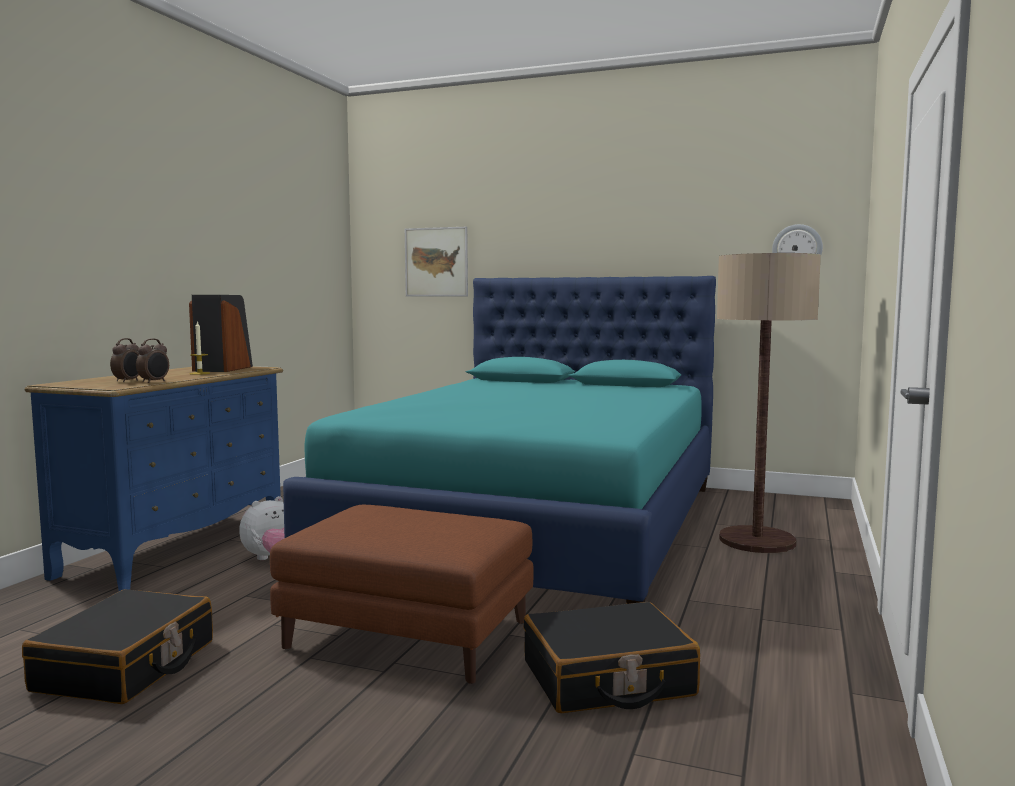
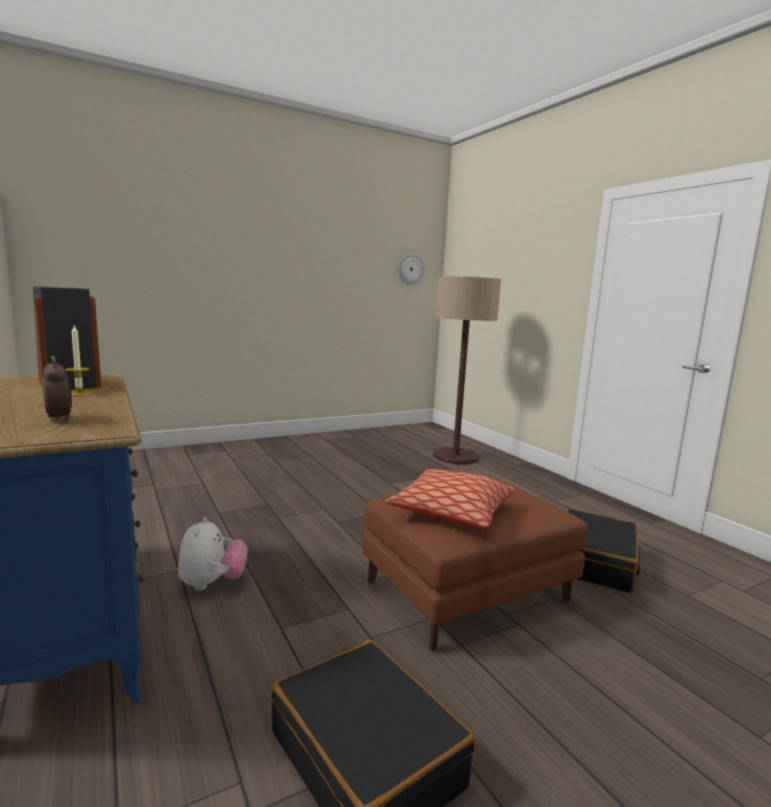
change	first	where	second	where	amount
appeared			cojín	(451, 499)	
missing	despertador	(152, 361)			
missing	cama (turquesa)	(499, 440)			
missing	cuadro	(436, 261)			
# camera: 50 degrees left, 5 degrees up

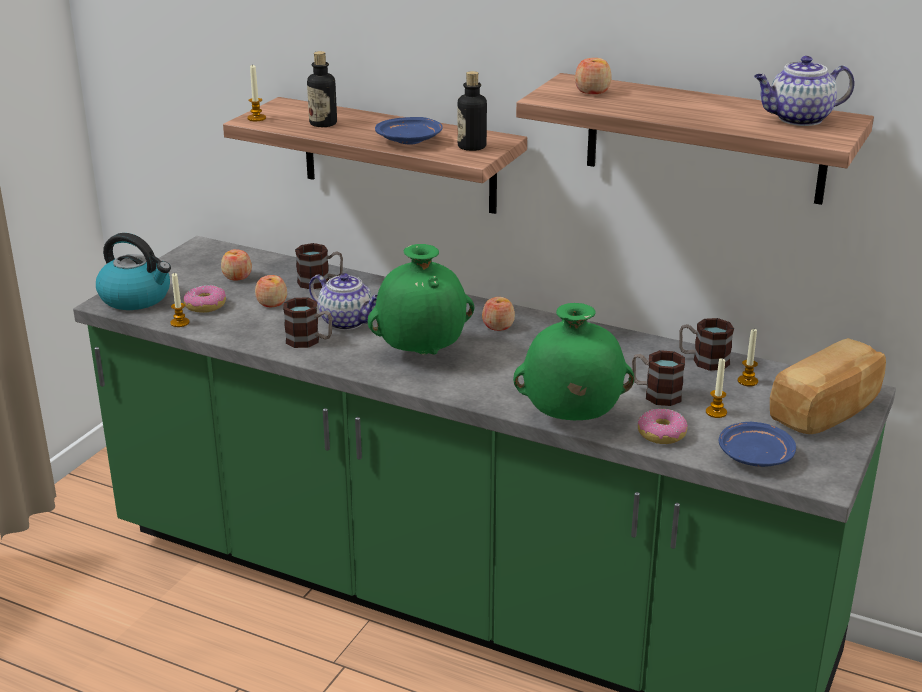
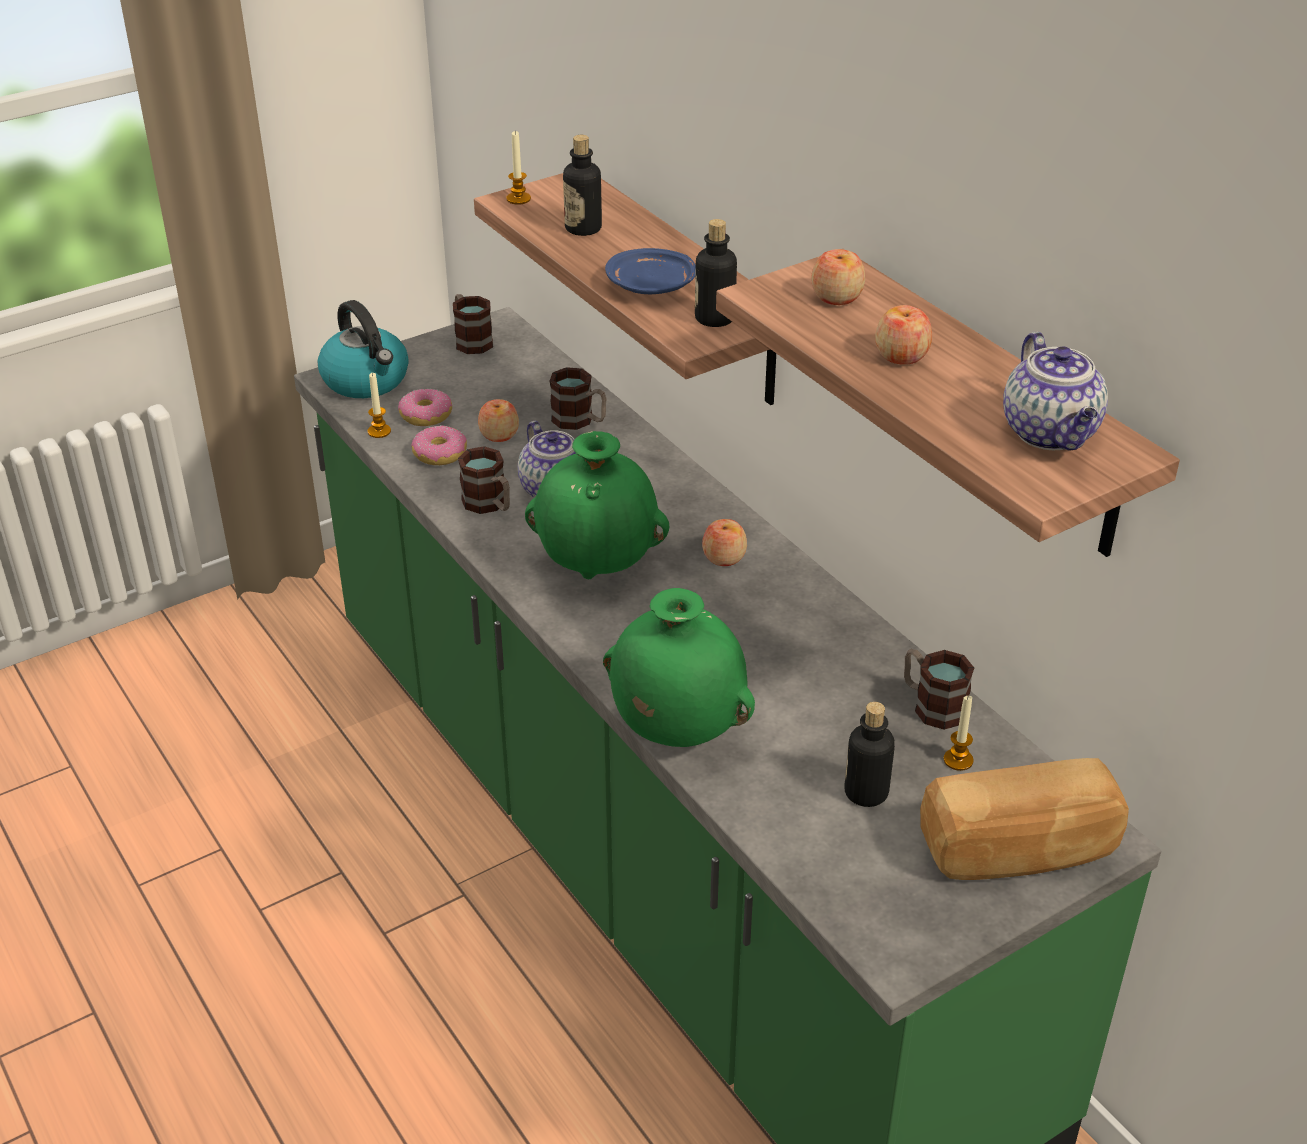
change	first	where	second	where	amount
relocated	rosquilla	(663, 426)		(439, 445)	
relocated	taza grande	(658, 378)		(473, 324)	
exchanged	vela	(716, 387)	botella	(870, 754)	
relocated	manzana	(236, 264)		(903, 335)	
spun	tetera	(804, 91)		(1055, 391)	120 degrees counterclockwise
missing	plato (azul)	(757, 444)			
# camera: 30 degrees right, 10 degrees up

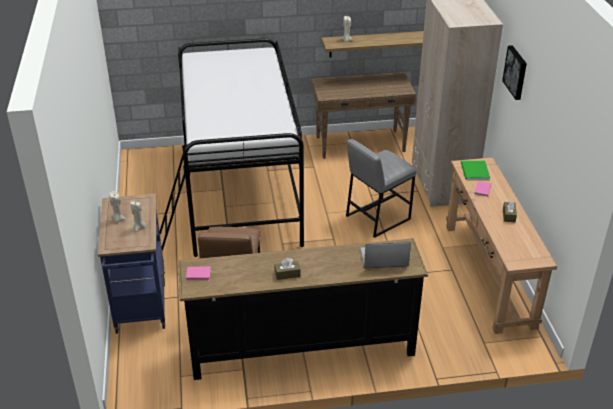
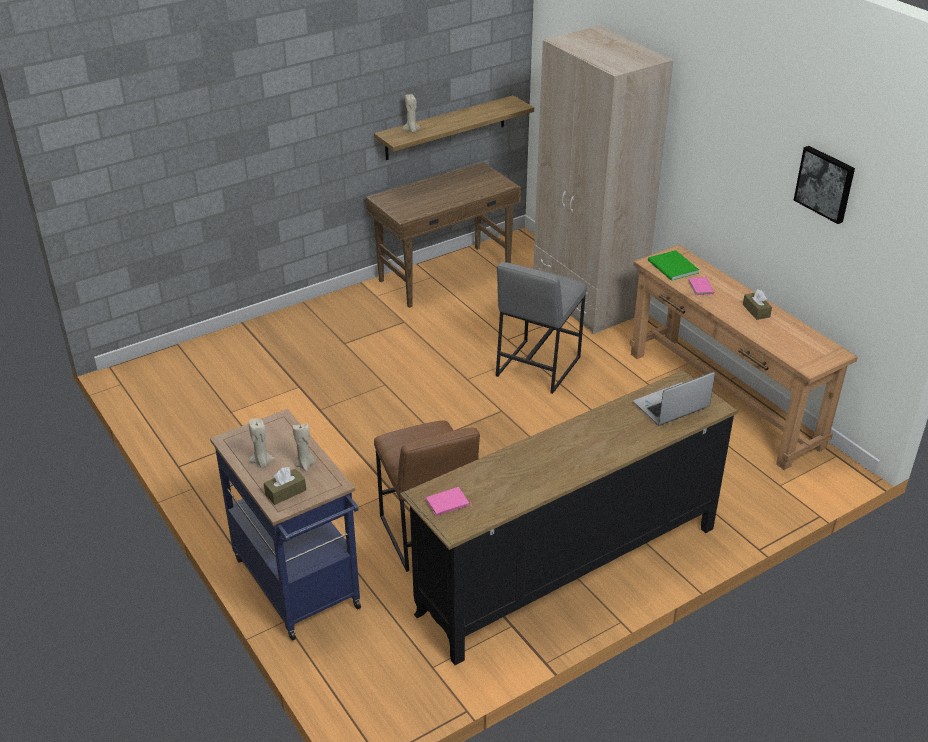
change	first	where	second	where	amount
relocated	caja de pañuelos (marrón)	(288, 269)		(285, 486)	
relocated	cuadro	(514, 72)		(824, 185)	
missing	cama (negro)	(231, 147)			
# camera: 25 degrees left, 0 degrees up

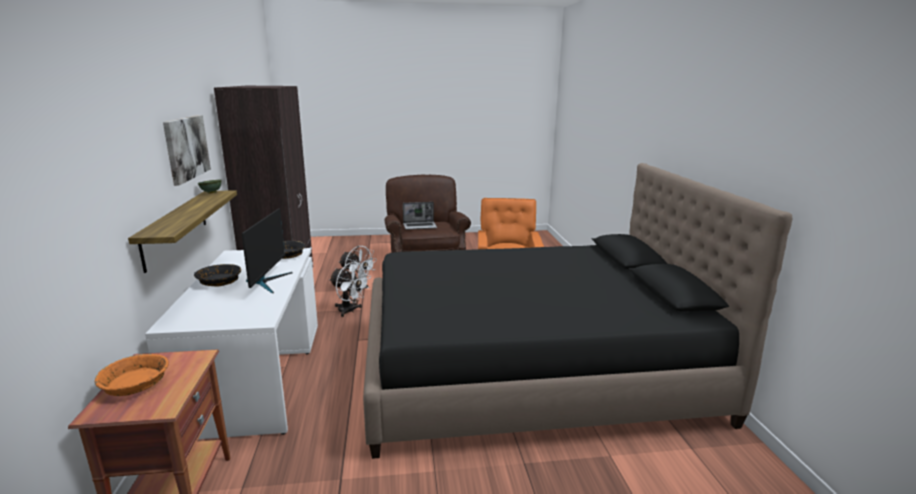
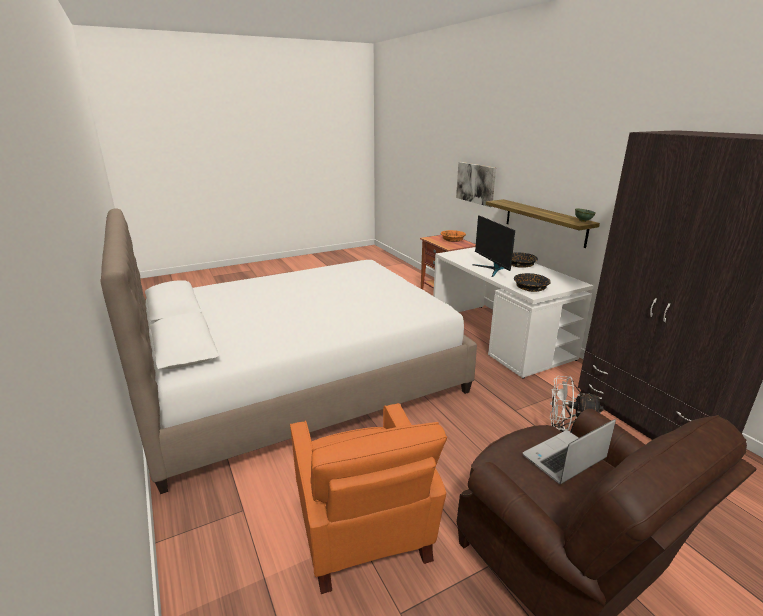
change	first	where	second	where	amount
colour	cama (negro)	(577, 311)	cama (blanco)	(288, 351)	
relocated	cuadro	(187, 150)		(476, 184)	
missing	ventilador (blanco)	(349, 289)			
# camera: 160 degrees right, 5 degrees up

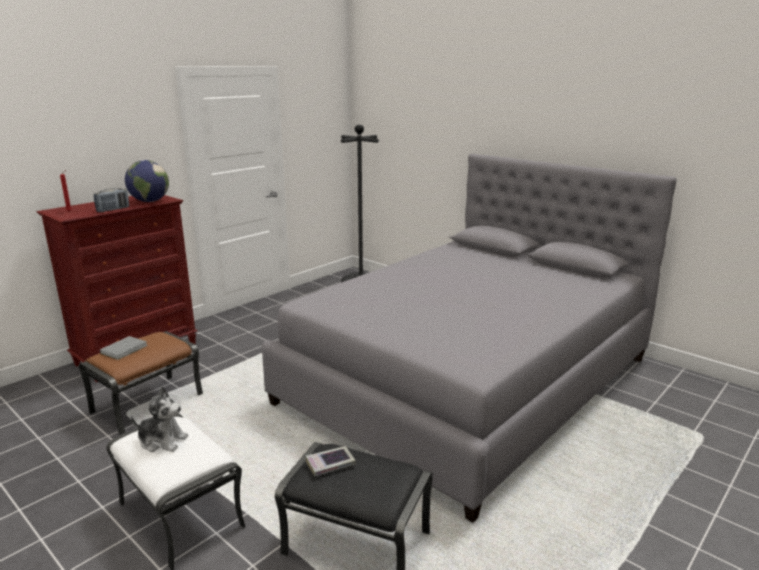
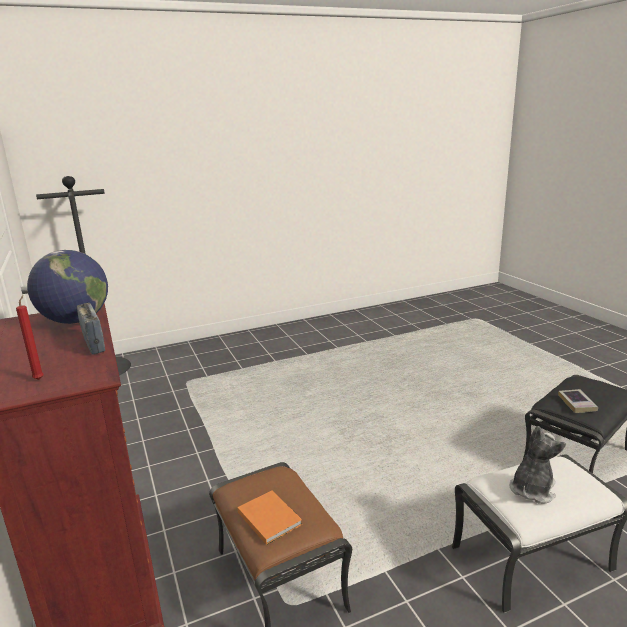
change	first	where	second	where	amount
colour	libro (gris)	(124, 348)	libro (naranja)	(270, 518)	
missing	cama (gris)	(469, 338)			
# camera: 65 degrees left, 0 degrees up

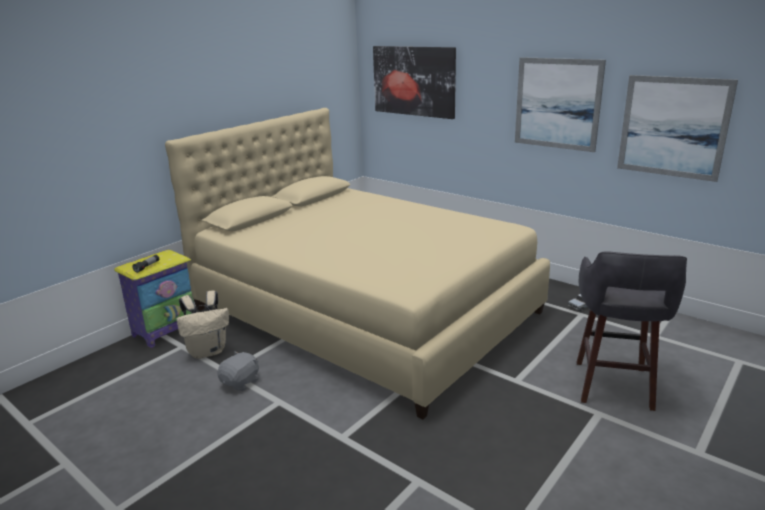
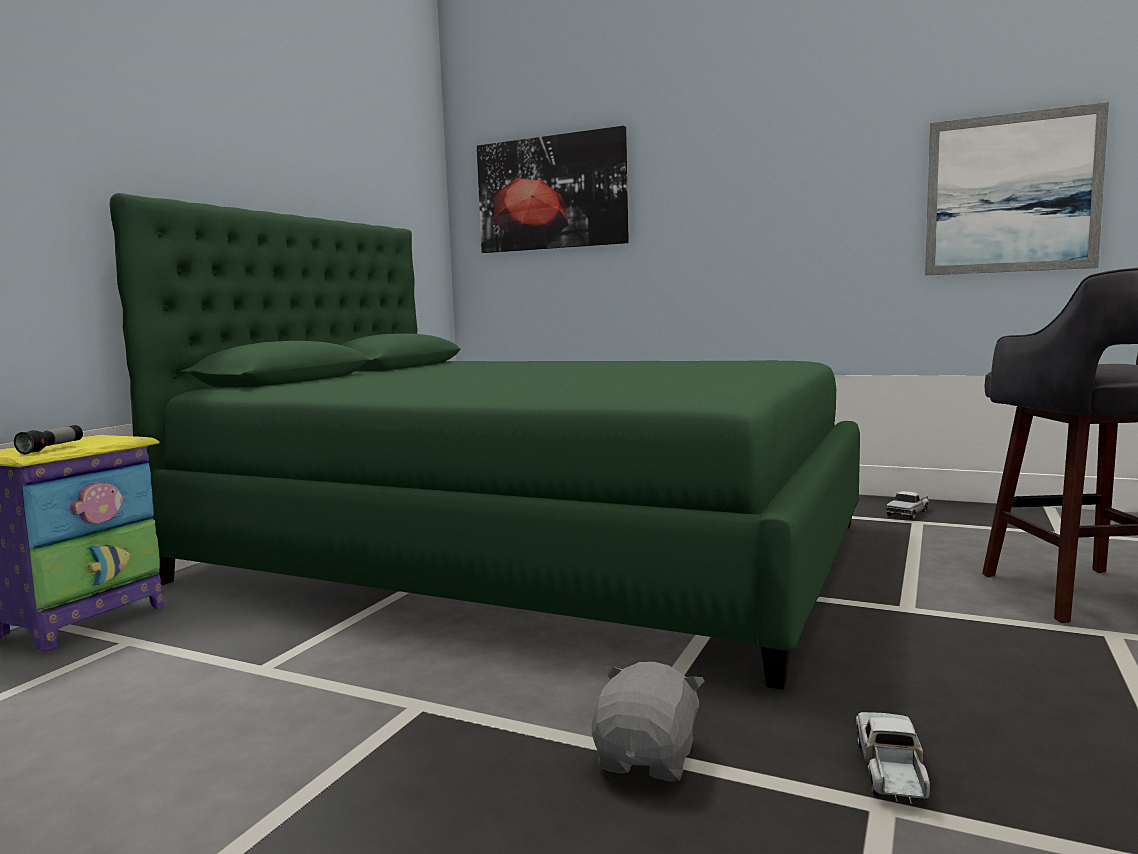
change	first	where	second	where	amount
colour	cama (beis)	(357, 264)	cama (verde)	(485, 441)	
relocated	peluche (gris)	(238, 371)		(647, 722)	
appeared			camión de juguete	(893, 758)	
missing	mochila (beis)	(202, 325)			
missing	cuadro	(560, 104)			
# camera: 15 degrees left, 15 degrees down

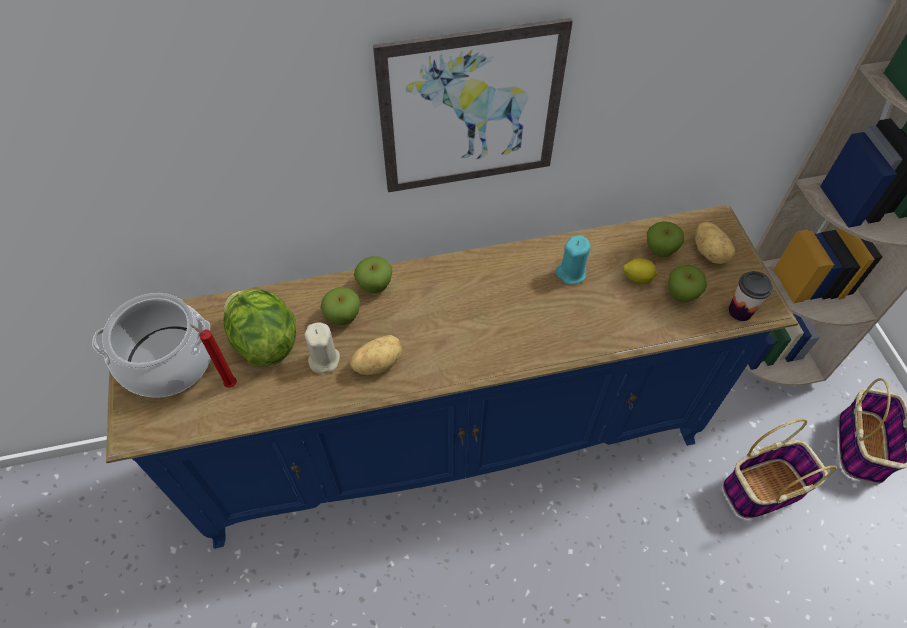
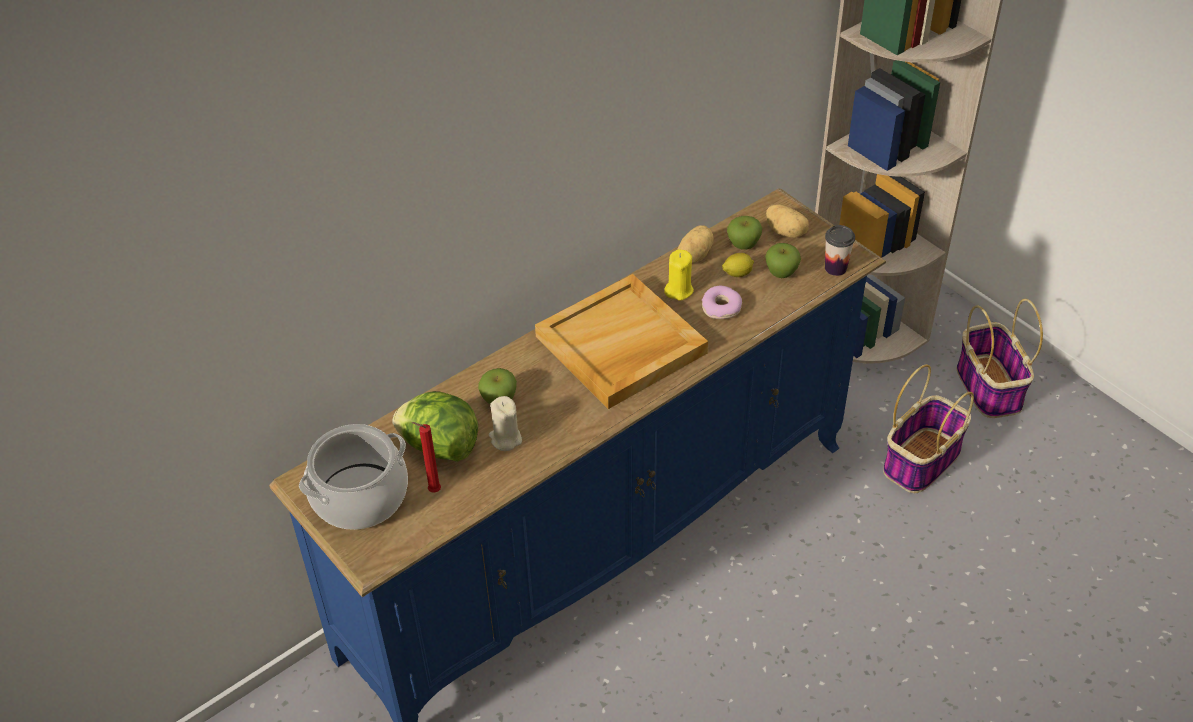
change	first	where	second	where	amount
appeared			bandeja (beis)	(621, 341)	
colour	vela (turquesa)	(573, 260)	vela (amarillo)	(679, 275)	
relocated	patata	(376, 355)		(695, 244)	
appeared			rosquilla	(721, 302)	
missing	manzana	(373, 274)			
missing	cuadro	(473, 105)			
# camera: 25 degrees left, 10 degrees down

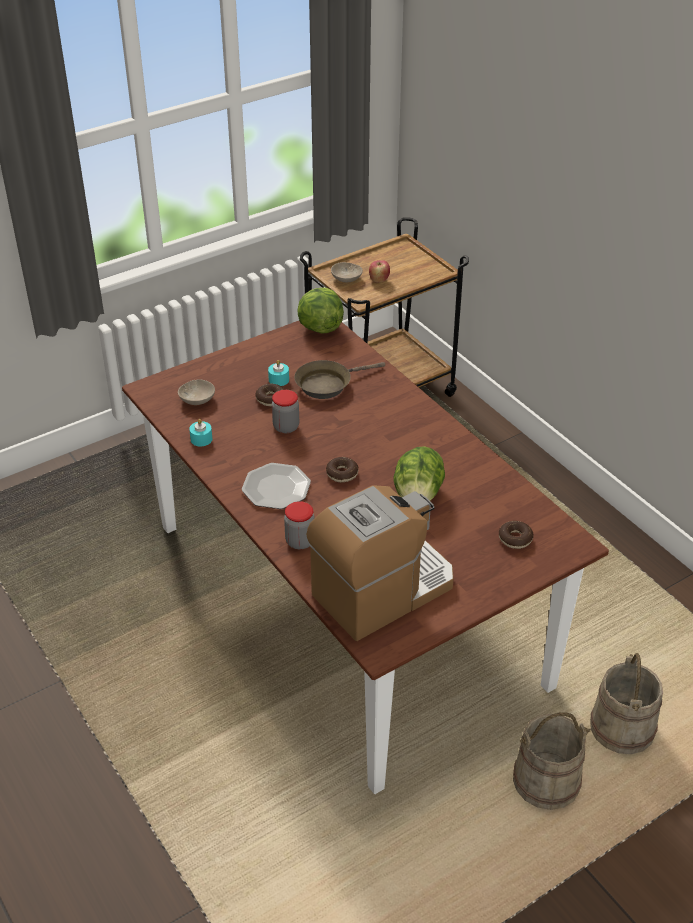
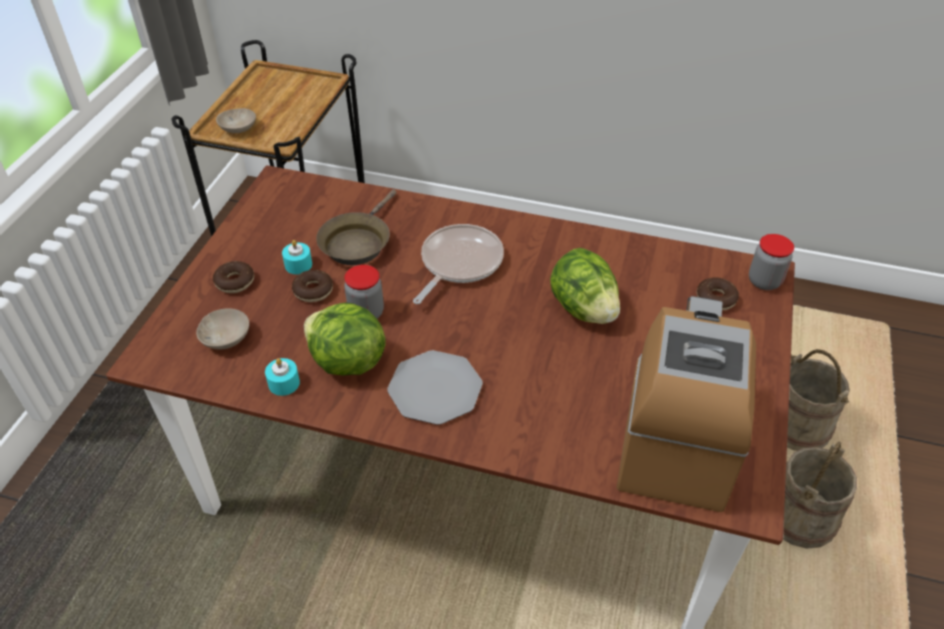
change	first	where	second	where	amount
relocated	rosquilla	(342, 469)		(233, 277)	
relocated	lechuga	(320, 311)		(345, 339)	
appeared			sartén	(458, 264)	
relocated	tarro	(299, 525)		(771, 262)	
missing	manzana	(379, 271)			
# camera: 40 degrees left, 5 degrees up

